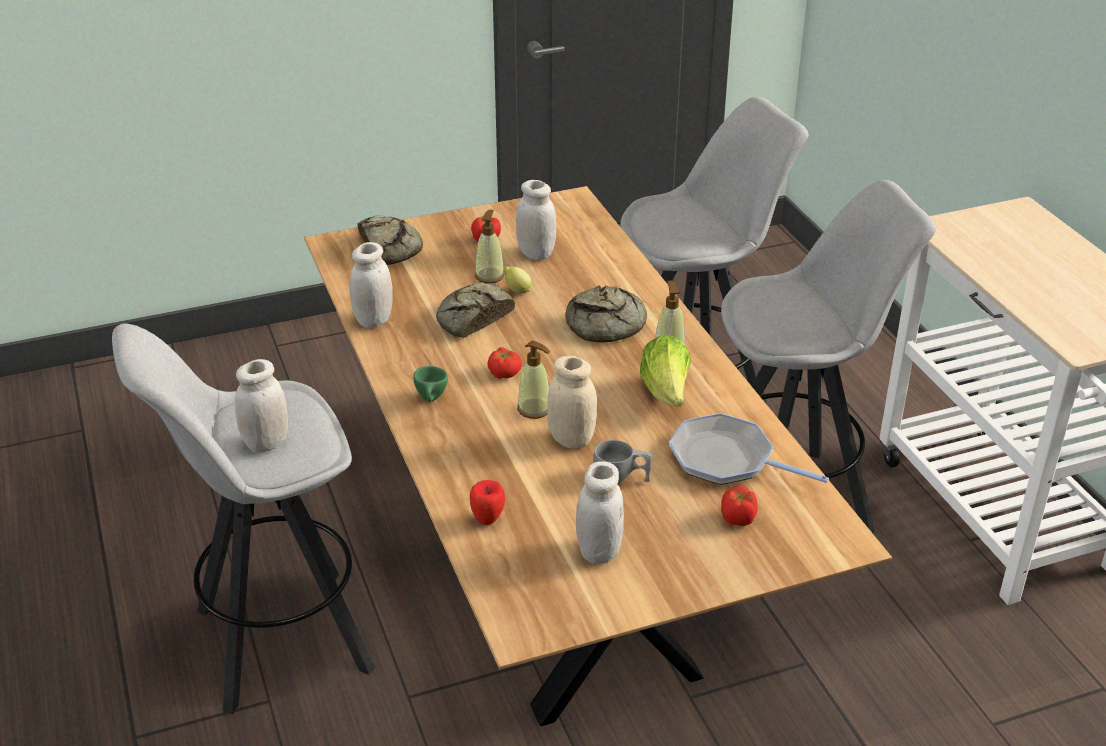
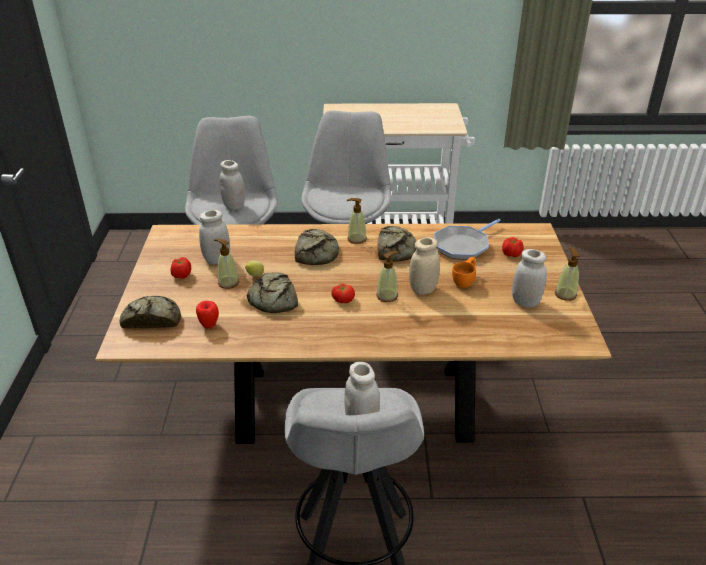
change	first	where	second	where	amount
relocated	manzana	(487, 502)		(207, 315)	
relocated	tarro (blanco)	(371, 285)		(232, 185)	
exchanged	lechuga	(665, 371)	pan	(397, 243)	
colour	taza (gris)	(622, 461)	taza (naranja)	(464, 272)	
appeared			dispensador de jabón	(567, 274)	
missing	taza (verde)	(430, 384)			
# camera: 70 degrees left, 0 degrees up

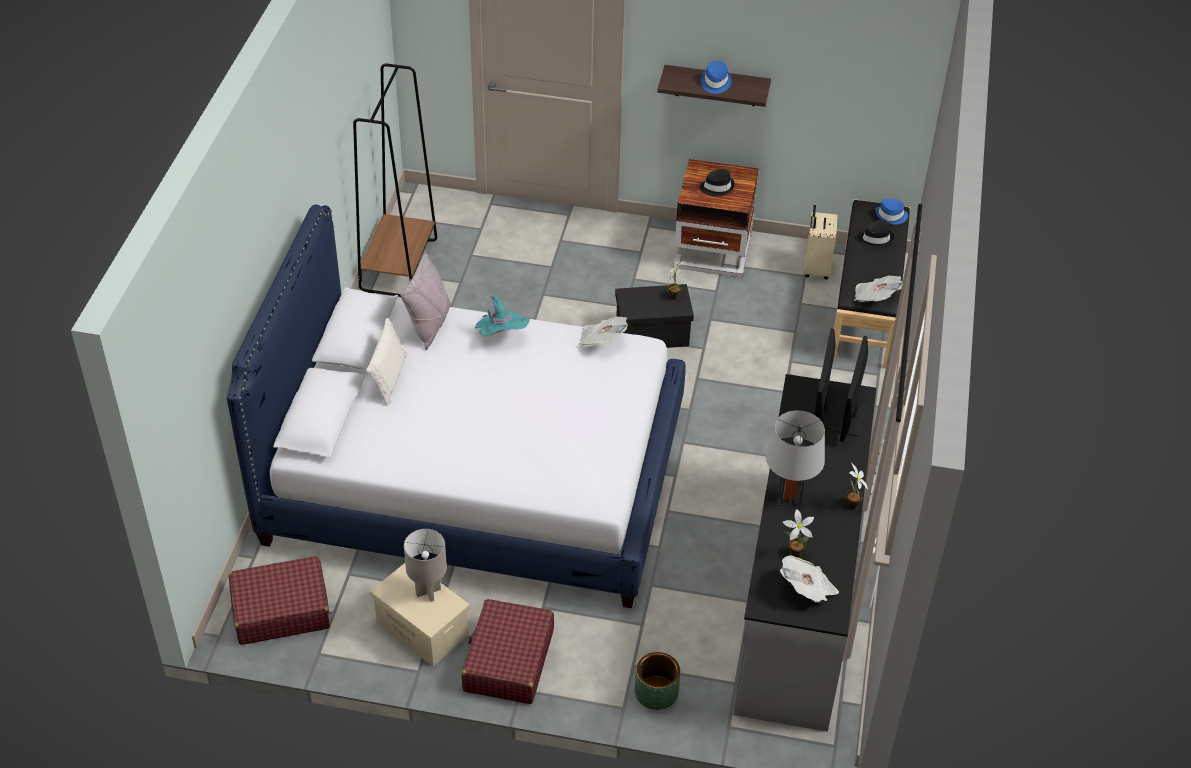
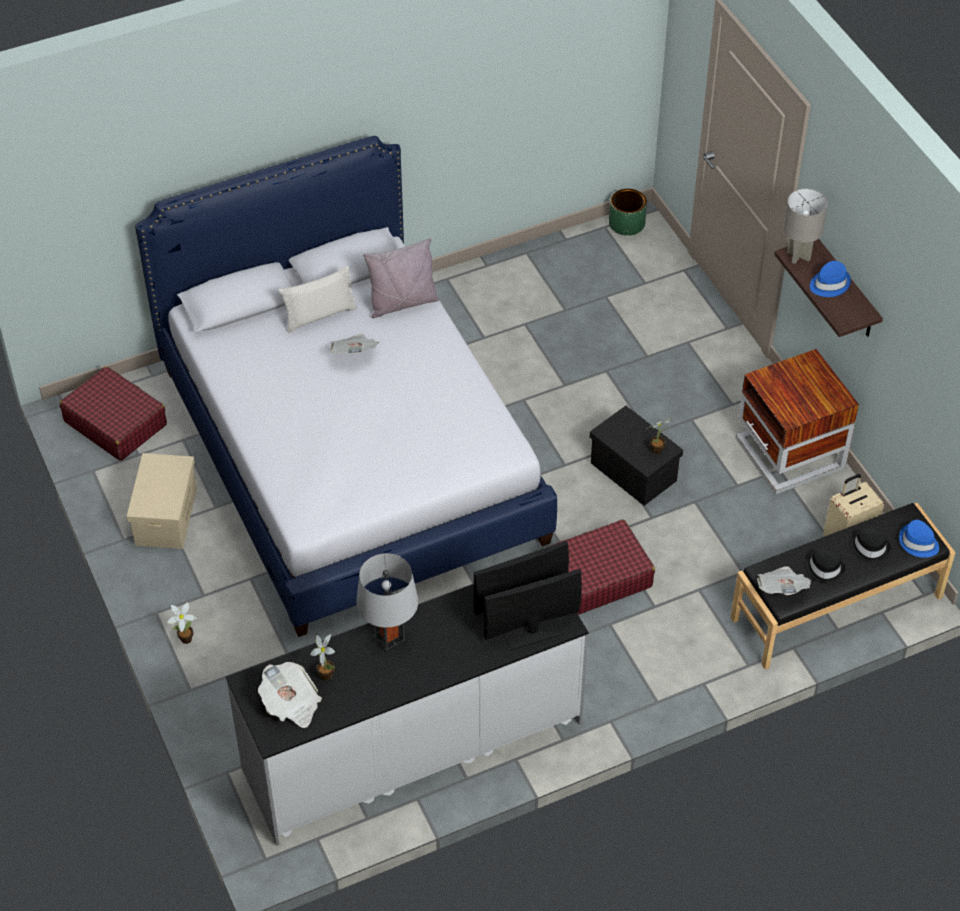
change	first	where	second	where	amount
relocated	planta en maceta	(856, 486)		(181, 623)	
relocated	periódico	(603, 331)		(354, 344)	
relocated	maleta (rojo)	(508, 651)		(600, 567)	
relocated	maceta (verde)	(657, 681)		(628, 212)	
relocated	lámpara de mesa (gris)	(425, 565)		(805, 226)	
relocated	sombrero (negro)	(717, 183)		(824, 565)	
missing	perchero	(395, 180)			
missing	sombrero (turquesa)	(502, 316)			
# camera: 55 degrees right, 5 degrees up

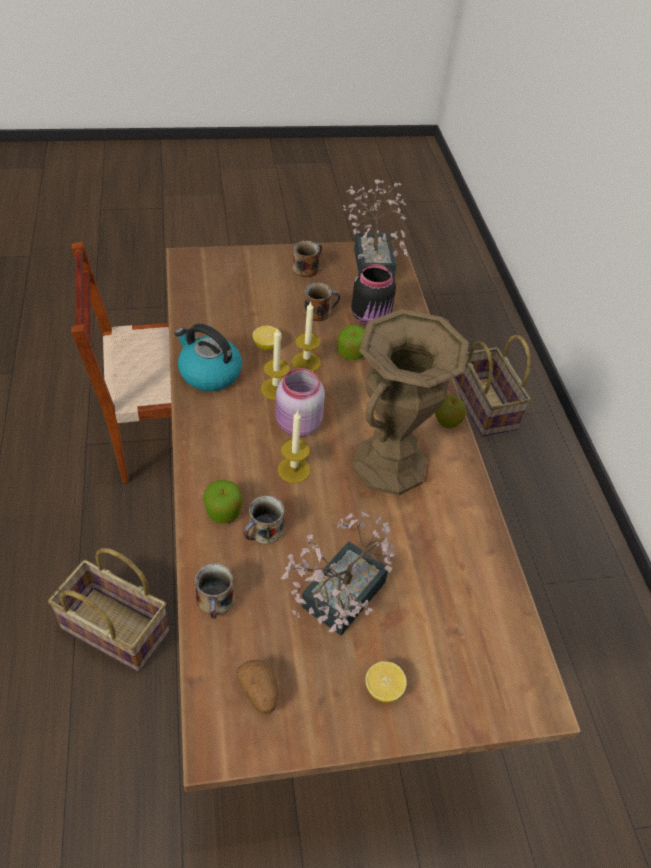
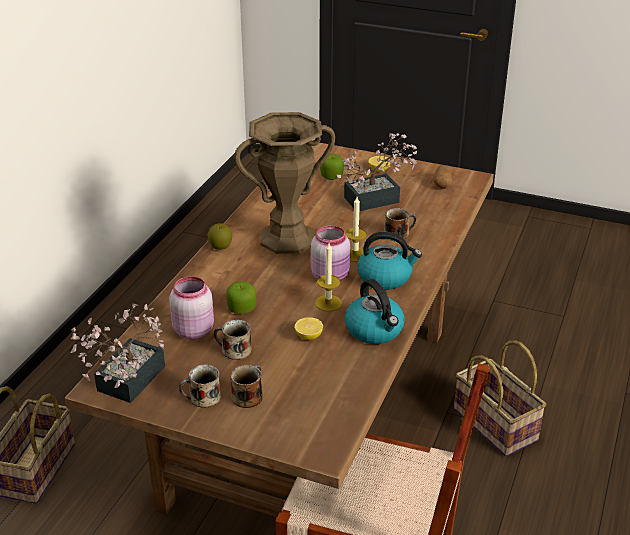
change	first	where	second	where	amount
colour	tarro (negro)	(373, 294)	tarro (rosa)	(191, 307)	
relocated	taza grande	(215, 591)		(247, 386)	
relocated	manzana	(223, 502)		(332, 167)	
appeared			hervidor	(389, 261)	
missing	vela	(306, 336)			
# camera: 145 degrees left, 15 degrees down

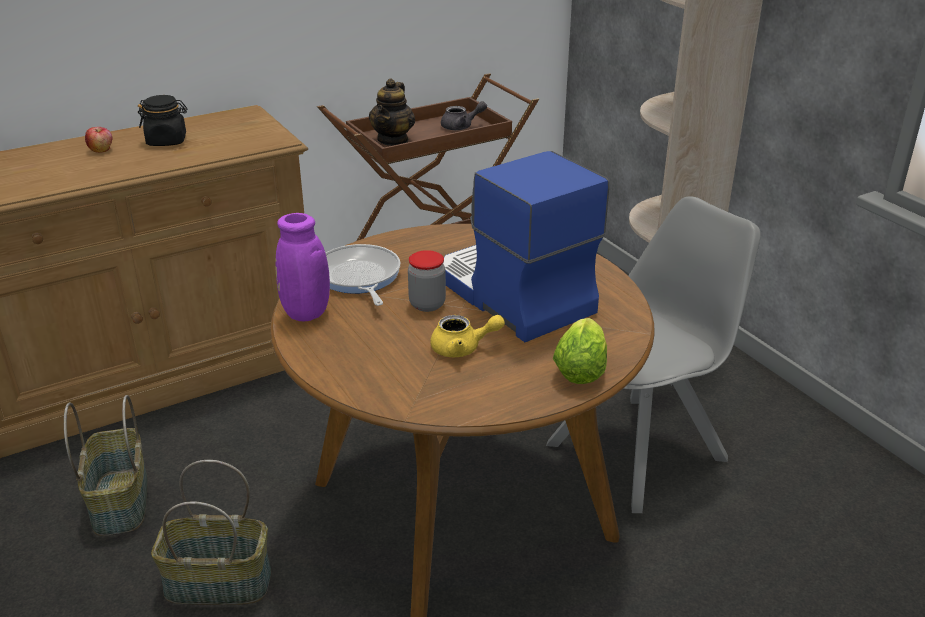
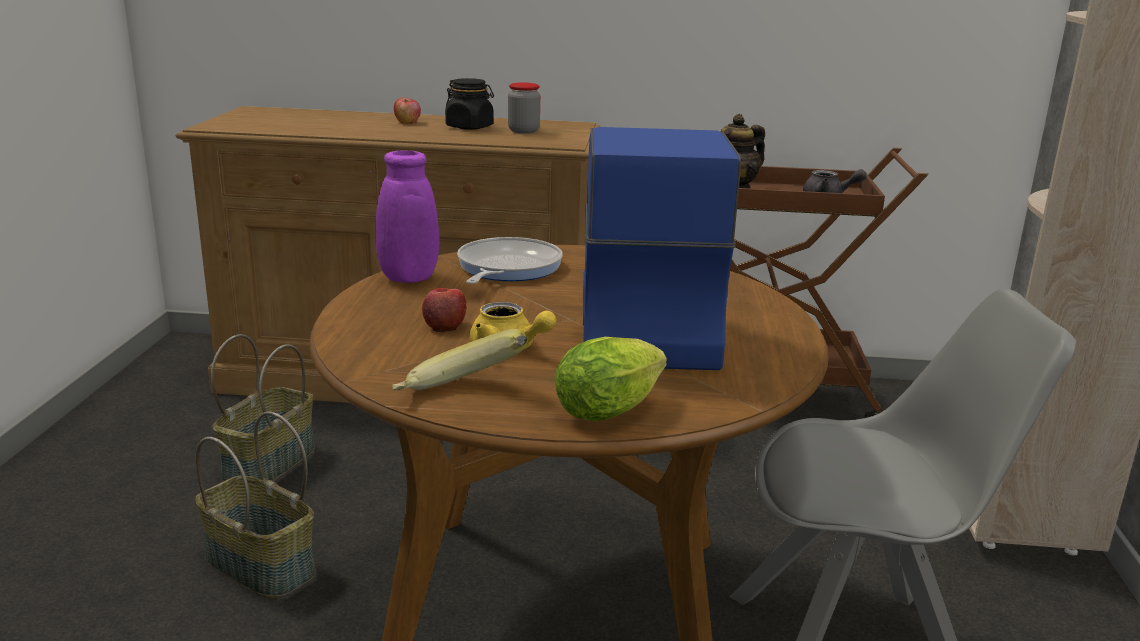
change	first	where	second	where	amount
appeared			plátano	(460, 360)	
appeared			manzana	(444, 310)	
relocated	tarro	(427, 281)		(524, 108)	
# camera: 35 degrees right, 10 degrees down

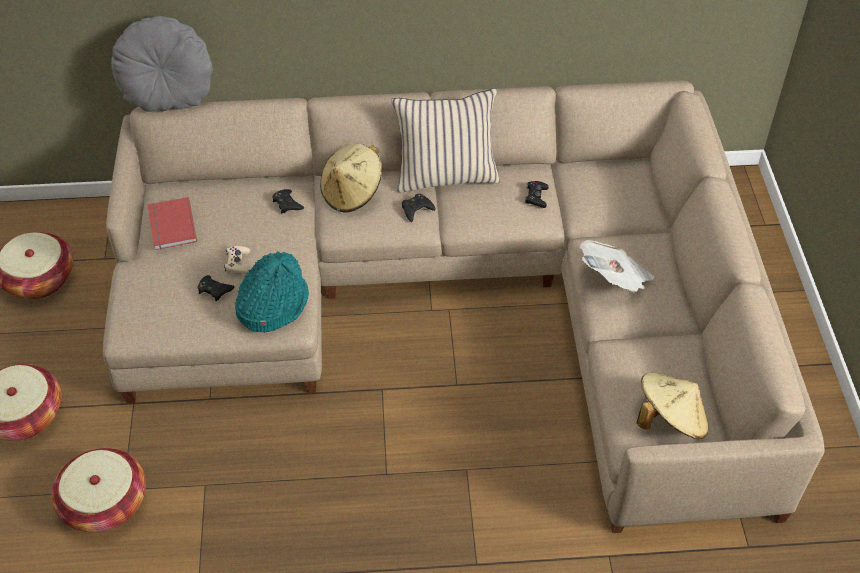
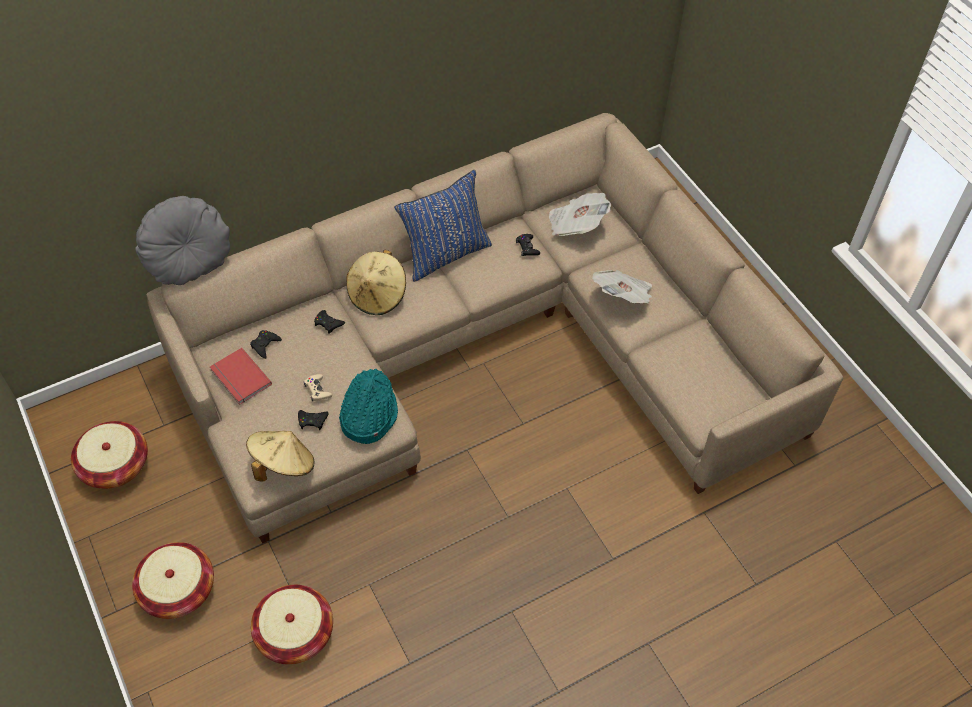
change	first	where	second	where	amount
relocated	sombrero (beis)	(673, 405)		(280, 456)	
relocated	mando de consola (negro)	(419, 208)		(266, 344)	
colour	cojín (beis)	(445, 140)	cojín (azul)	(443, 226)	
appeared			periódico	(580, 214)	
# camera: 25 degrees left, 5 degrees up

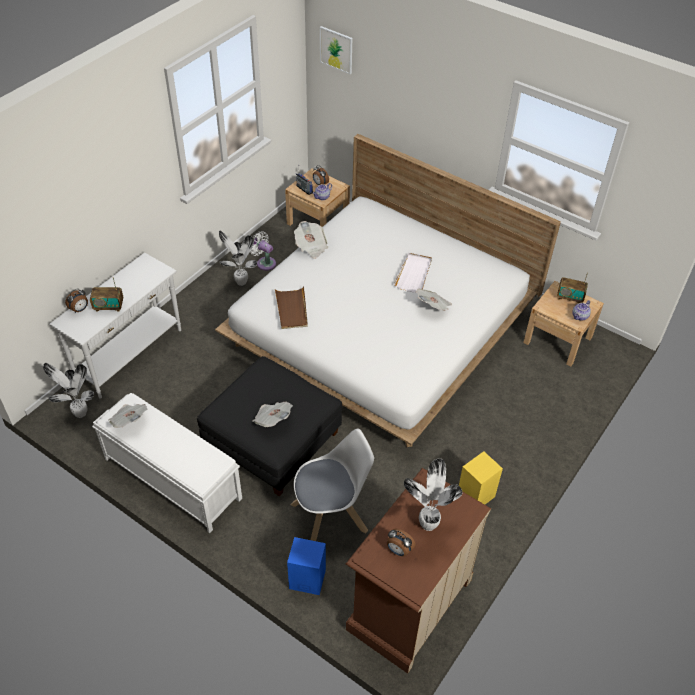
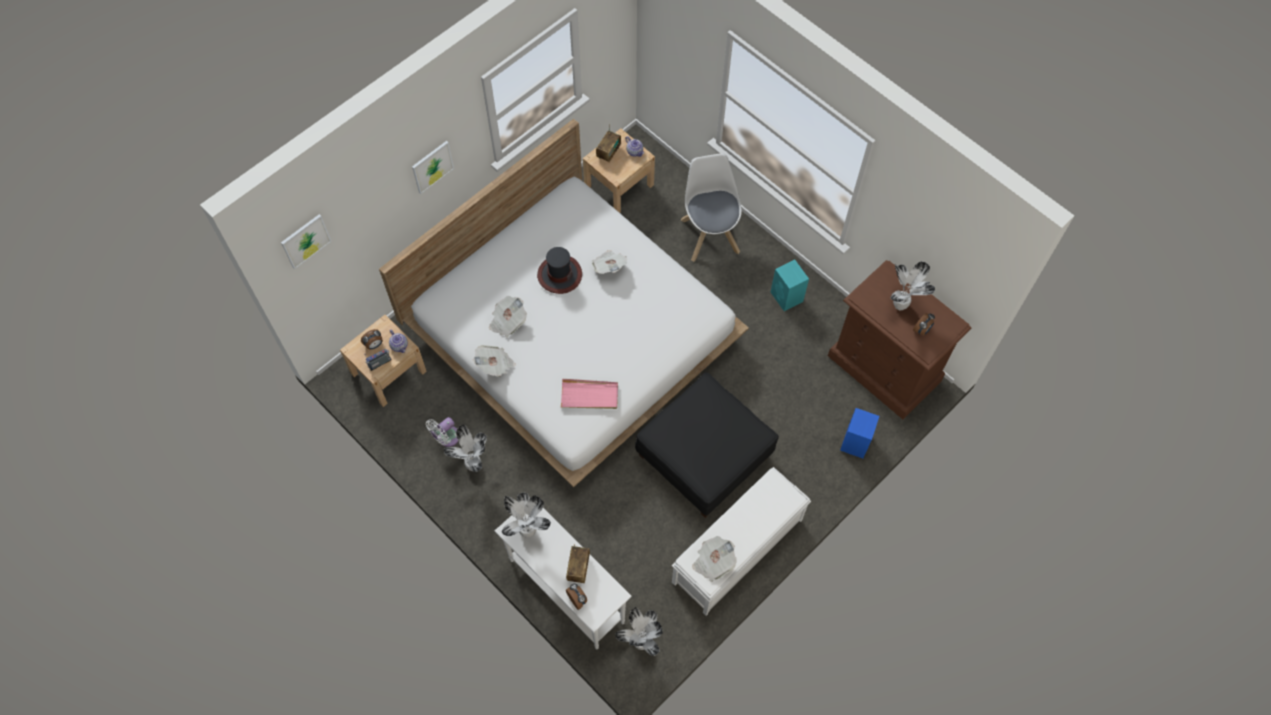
change	first	where	second	where	amount
appeared			cuadro	(433, 167)	
relocated	periódico	(272, 414)		(508, 317)	
appeared			planta en maceta	(526, 515)	
exchanged	bandeja (blanco)	(413, 273)	sombrero	(559, 270)	
colour	bandeja (marrón)	(291, 307)	bandeja (rosa)	(589, 394)	
relocated	silla	(332, 485)		(711, 207)	
colour	altavoz (amarillo)	(481, 478)	altavoz (turquesa)	(790, 285)	
# camera: 80 degrees left, 15 degrees up

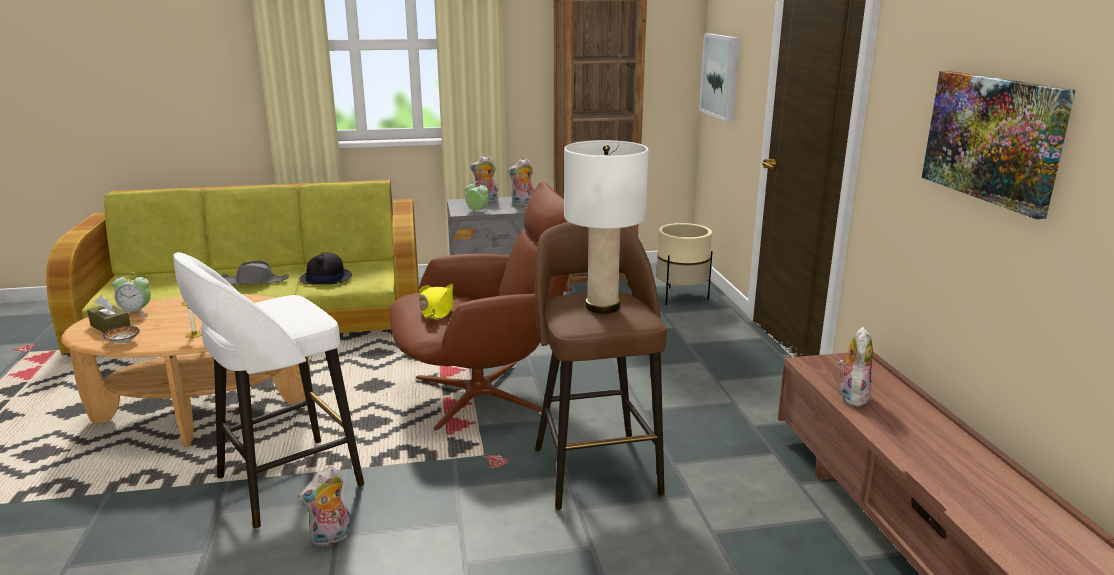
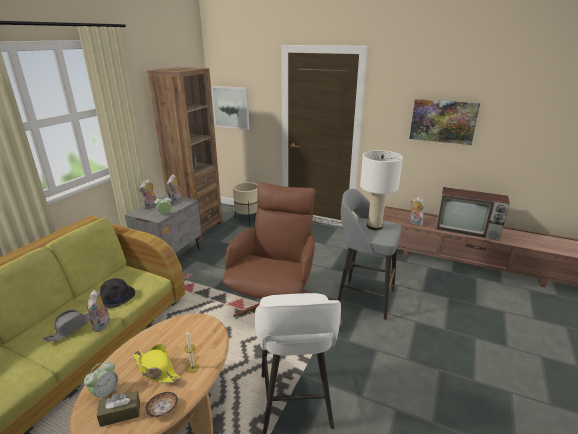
change	first	where	second	where	amount
relocated	peluche	(324, 506)		(98, 311)	
relocated	sombrero (amarillo)	(436, 301)		(157, 363)	
colour	taburete (marrón)	(601, 366)	taburete (gris)	(369, 254)	
appeared			televisor	(472, 214)	
# camera: 55 degrees left, 5 degrees up

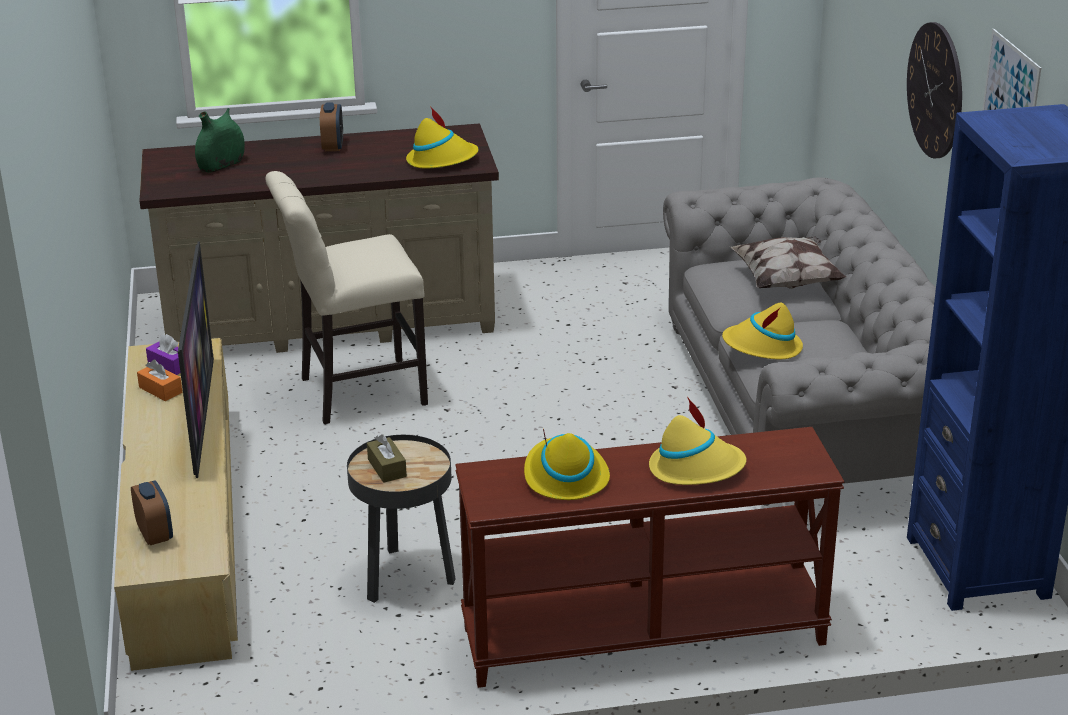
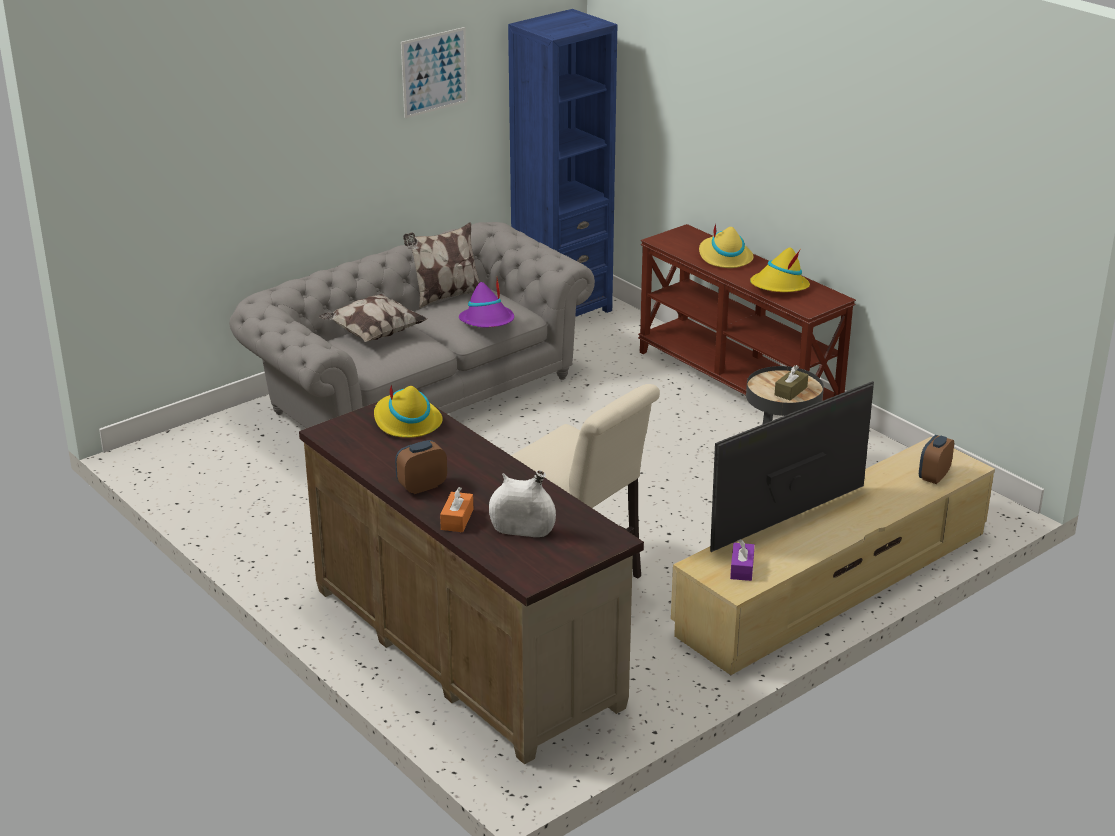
change	first	where	second	where	amount
appeared			cojín	(441, 265)	
relocated	caja de pañuelos (naranja)	(159, 380)		(456, 509)	
colour	sombrero (amarillo)	(762, 331)	sombrero (morado)	(486, 303)	
colour	florero (verde)	(220, 140)	florero (blanco)	(522, 503)	
missing	reloj de pared	(934, 90)			
# camera: 120 degrees left, 0 degrees up

